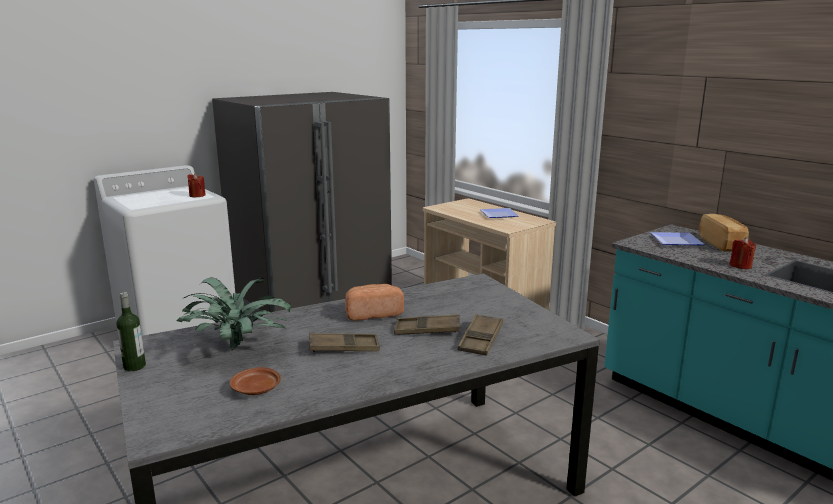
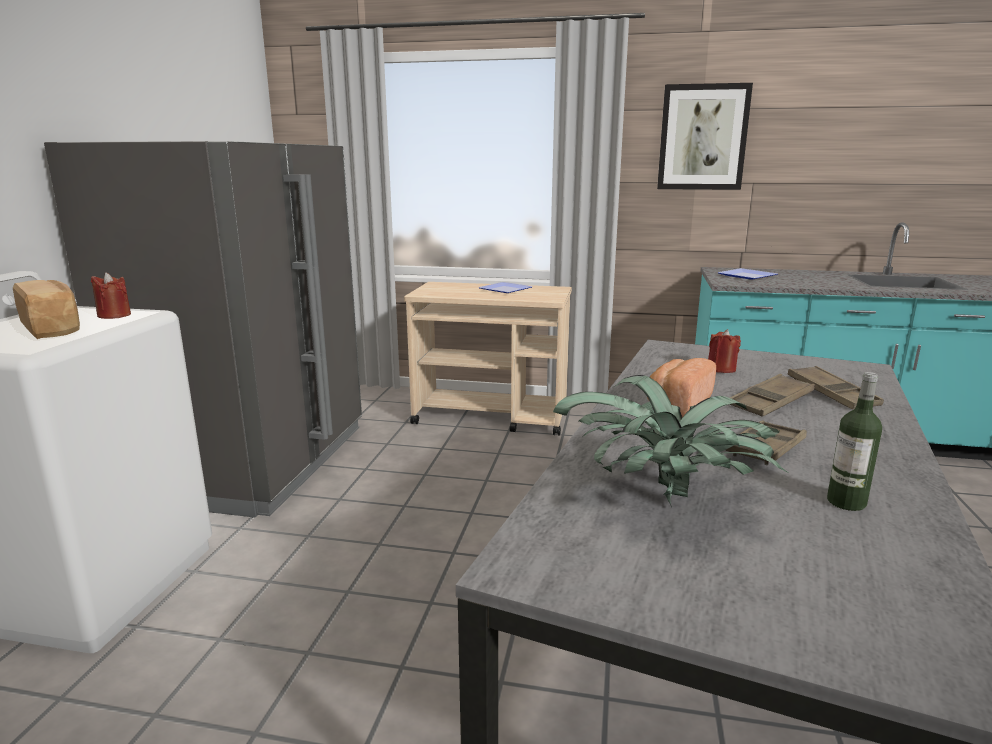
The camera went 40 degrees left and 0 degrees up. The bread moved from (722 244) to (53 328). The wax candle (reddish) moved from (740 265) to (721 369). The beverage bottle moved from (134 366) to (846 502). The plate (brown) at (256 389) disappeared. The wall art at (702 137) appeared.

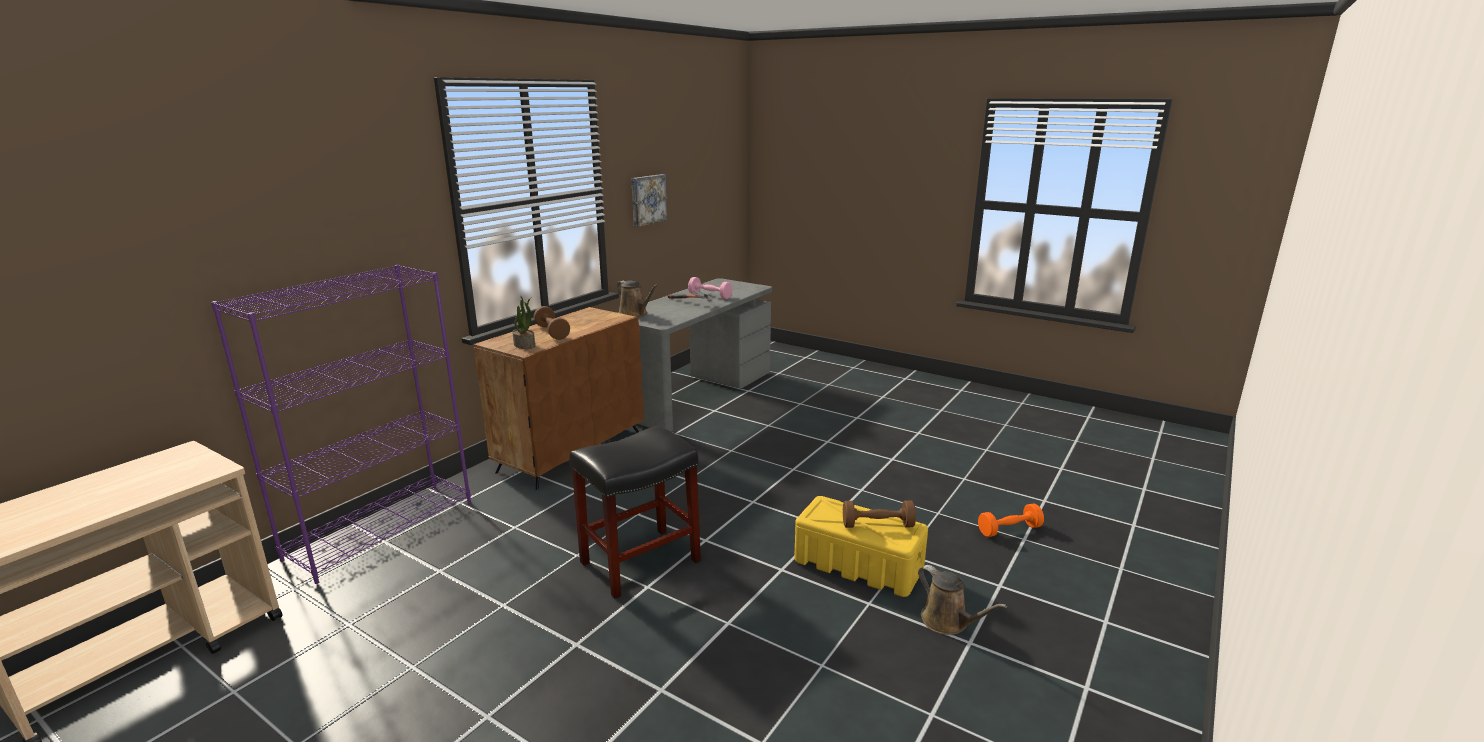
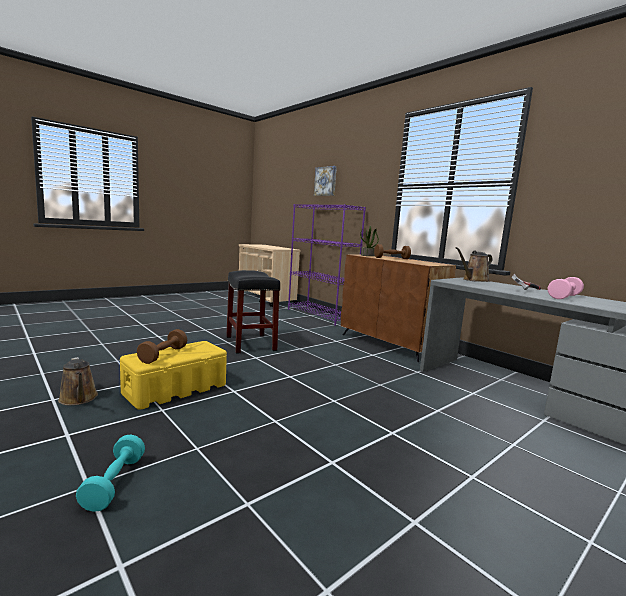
The camera went 105 degrees right and 10 degrees down. The wall art moved from (647 199) to (326 181). The dumbbell (orange-coloured) at (1009 530) became the dumbbell (turquoise) at (114 483). The sprinkling can (brown) at (948 622) turned 105 degrees counterclockwise.

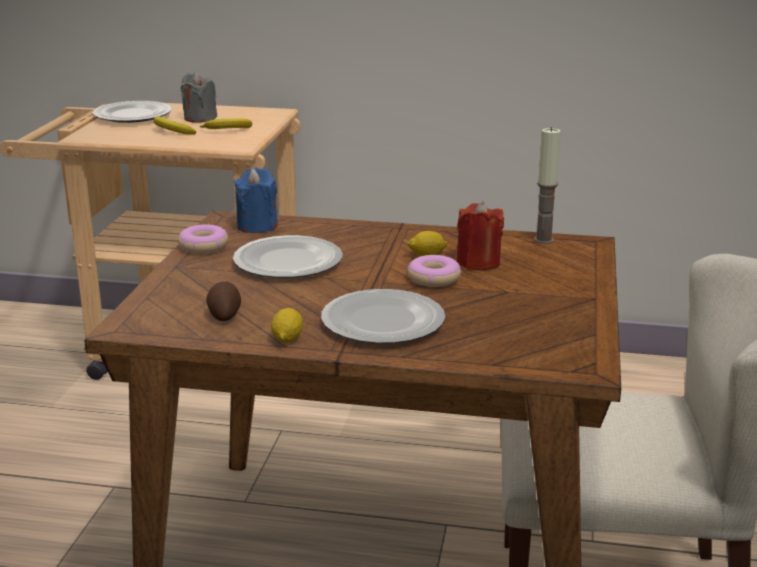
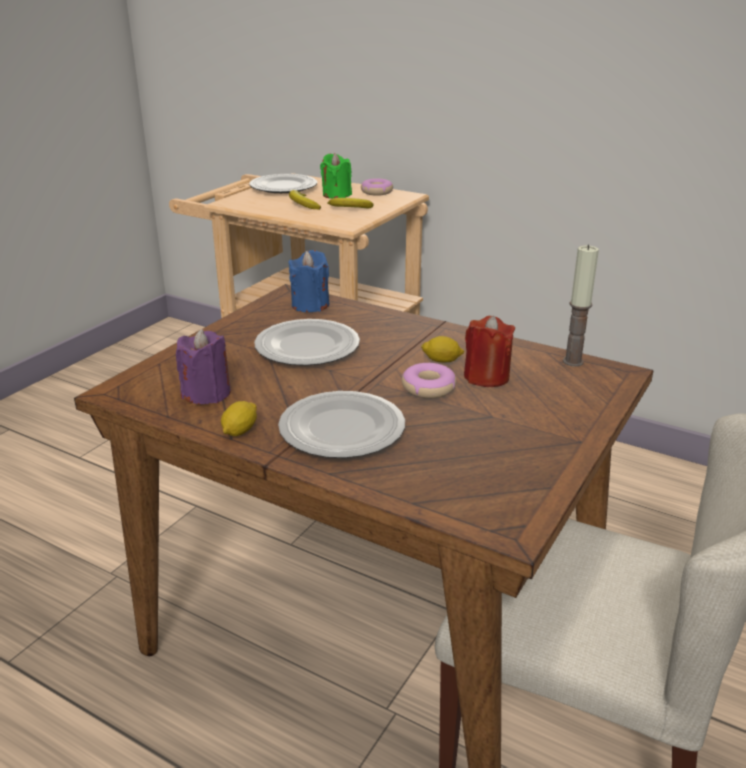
The camera went 20 degrees right and 5 degrees up. The wax candle (grey) at (200 118) became the wax candle (greenish) at (336 195). The doughnut moved from (203 246) to (376 192). The spud at (224 314) was replaced by the wax candle (purplish) at (206 393).

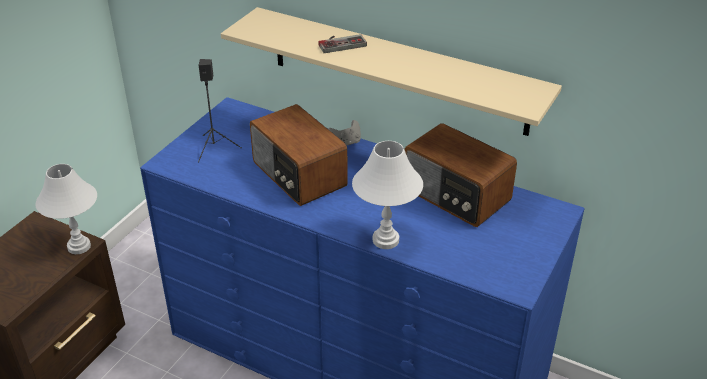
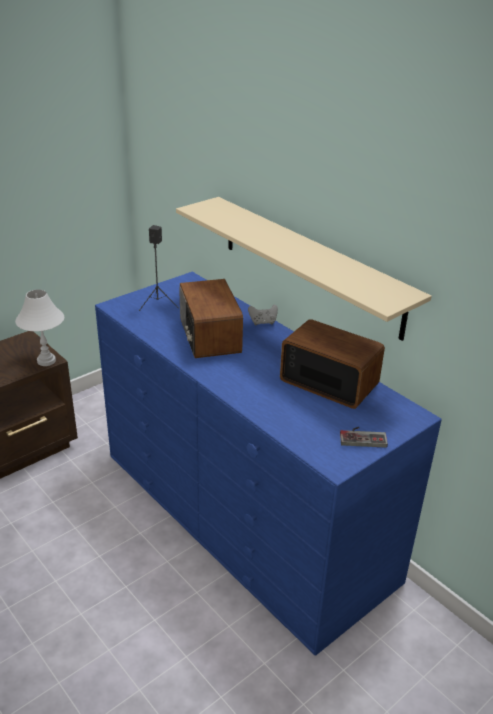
The camera went 20 degrees right and 5 degrees down. The gamepad moved from (341 43) to (362 437). The radio at (455 195) turned 150 degrees clockwise. The lamp for a table (whitish) at (385 240) disappeared.

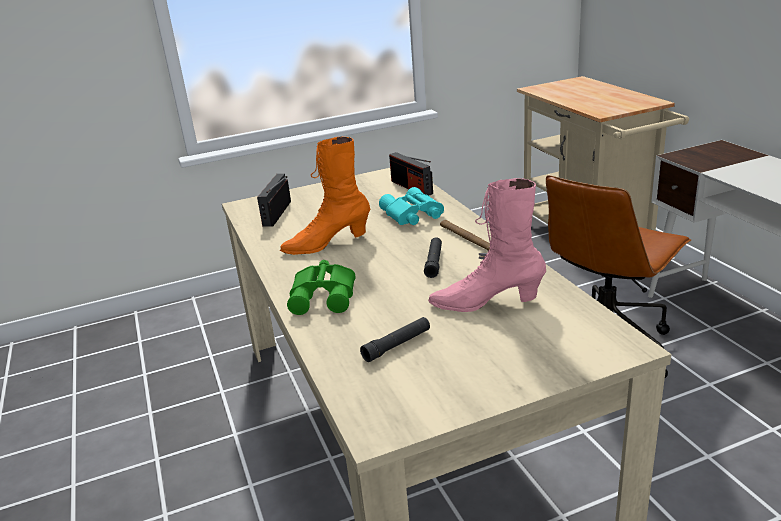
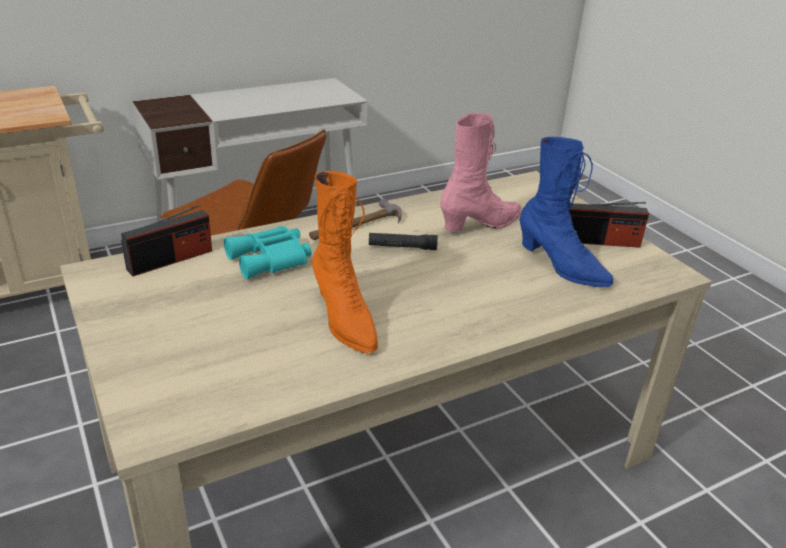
The camera went 100 degrees left and 5 degrees up. The radio moved from (277 213) to (600 241). The boot (pink) at (486 303) turned 120 degrees counterclockwise. The field glasses (greenish) at (325 295) disappeared. The flashlight (blackish) at (397 345) was replaced by the boot (blue-coloured) at (561 266).

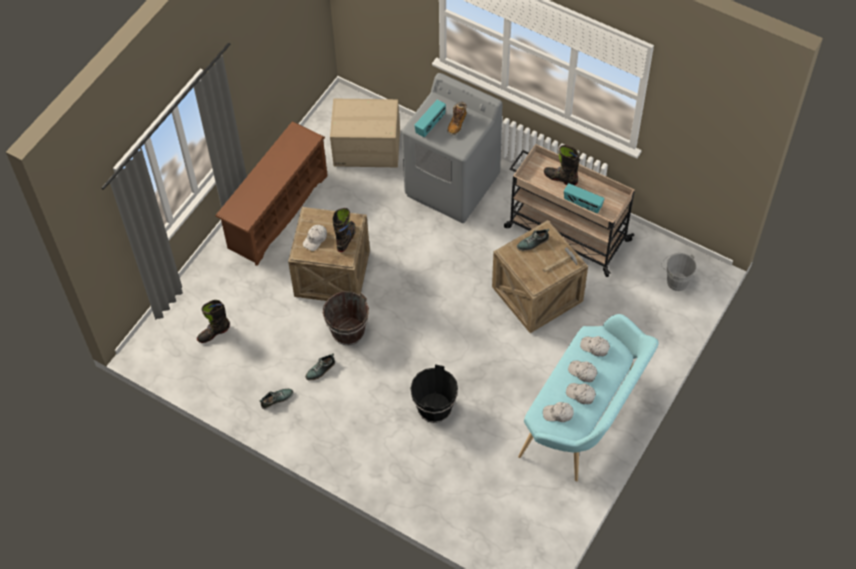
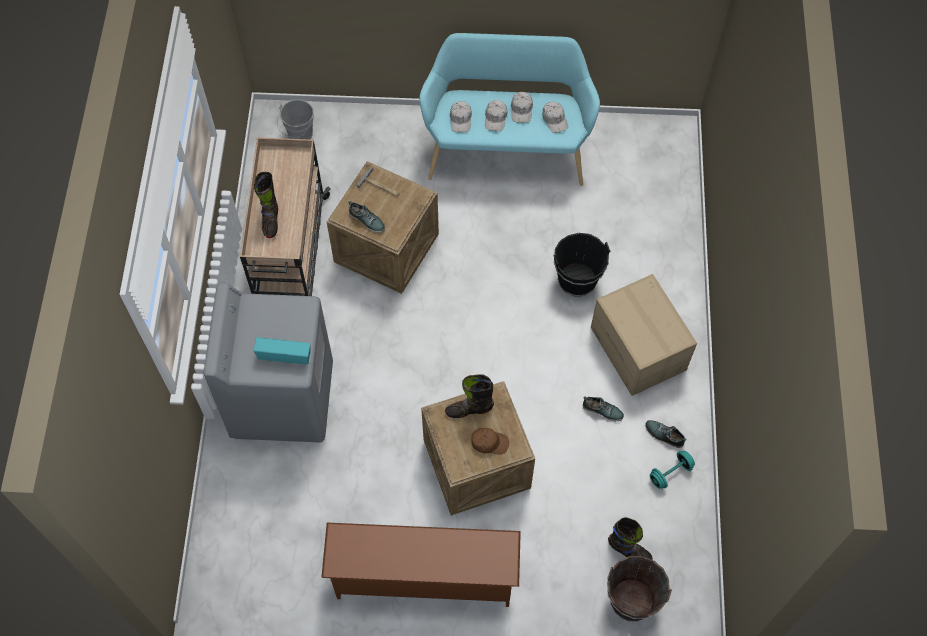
The camera went 120 degrees left and 5 degrees up. The packing box moved from (366 148) to (639 348). The boot at (457 124) disappeared. The radio at (582 204) disappeared. The baseball cap (whitish) at (315 239) became the baseball cap (brown) at (489 442). The pail (brown) moved from (348 331) to (631 600). The dumbbell (turquoise) at (670 473) appeared.

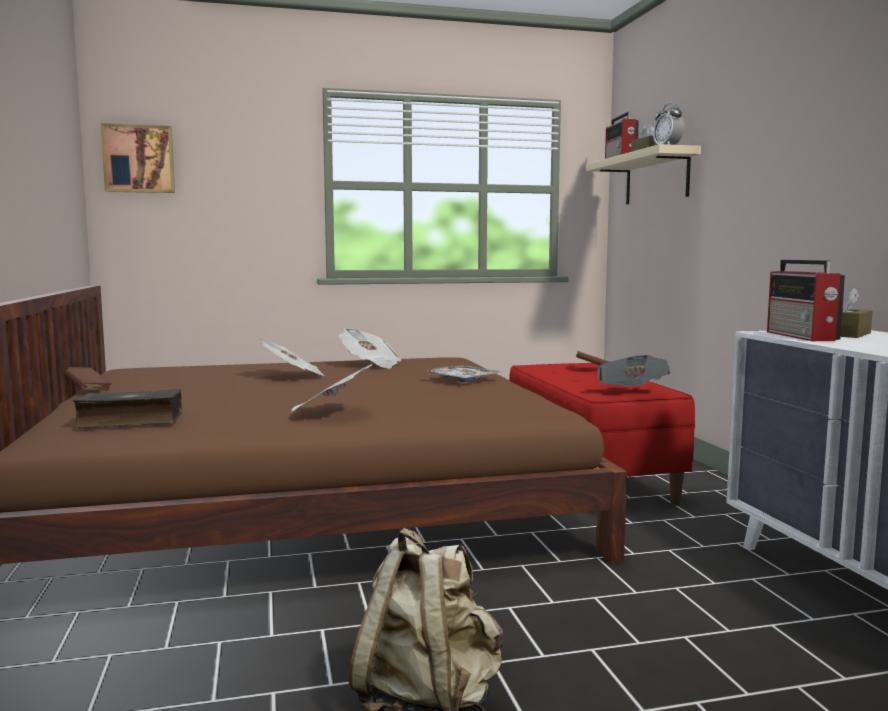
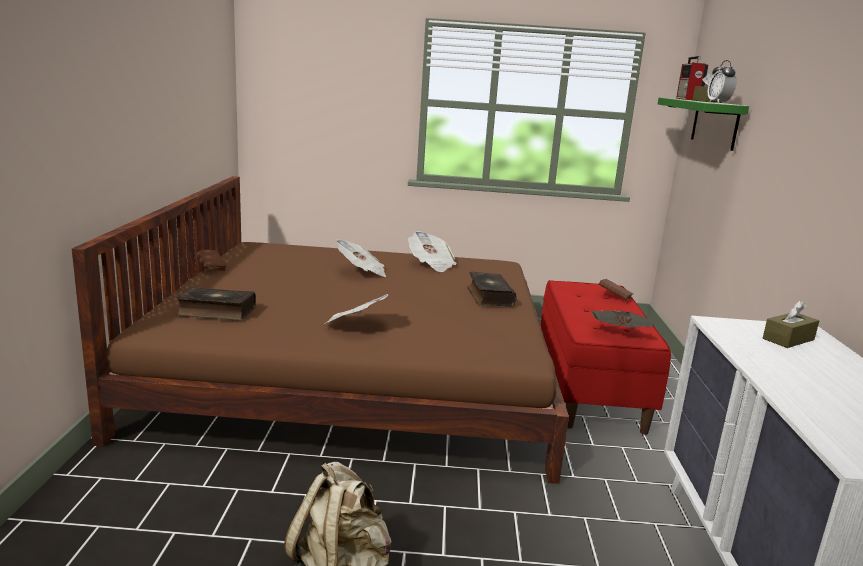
The camera went 15 degrees right and 10 degrees up. The wall art at (139 159) disappeared. The wall shelf (beige-coloured) at (656 178) became the wall shelf (greenish) at (715 123). The radio at (802 336) disappeared. The tray at (463 380) was replaced by the volume at (489 297).

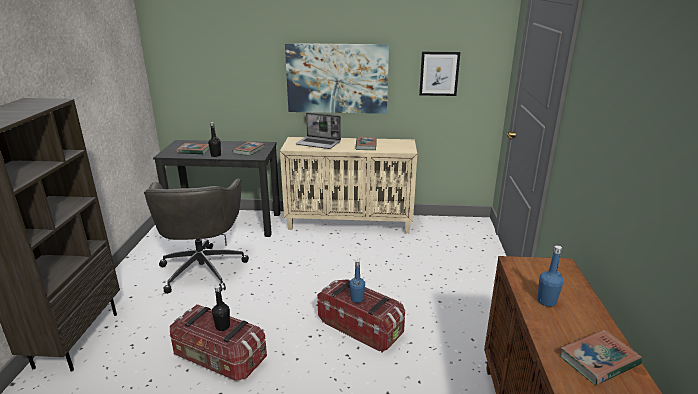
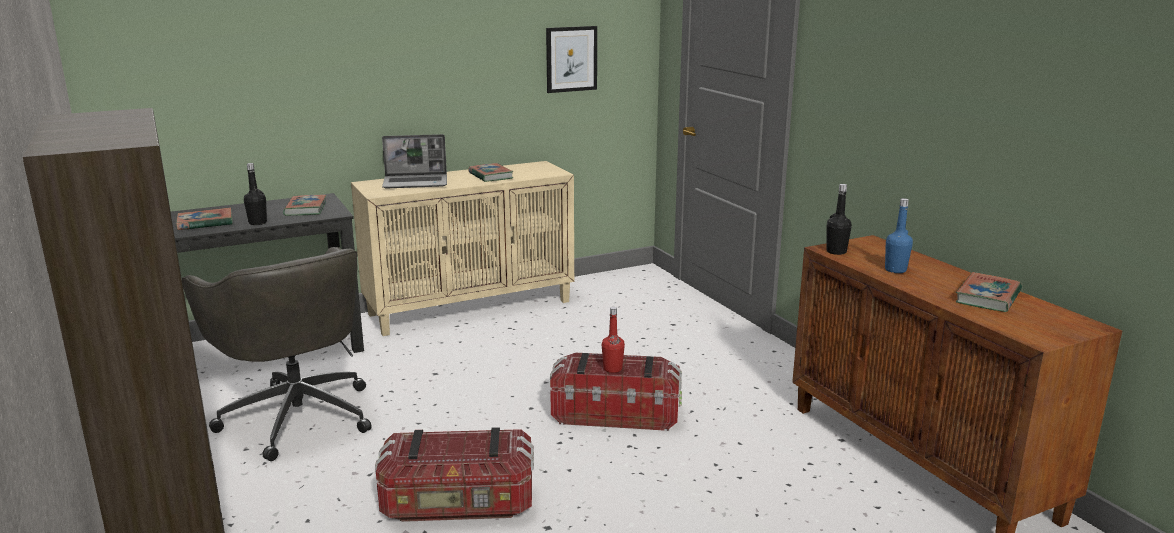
The camera went 30 degrees left and 5 degrees down. The wall art at (337 78) disappeared. The beverage bottle (blue-coloured) at (357 299) became the beverage bottle (reddish) at (612 369). The beverage bottle (blackish) moved from (223 327) to (836 251).

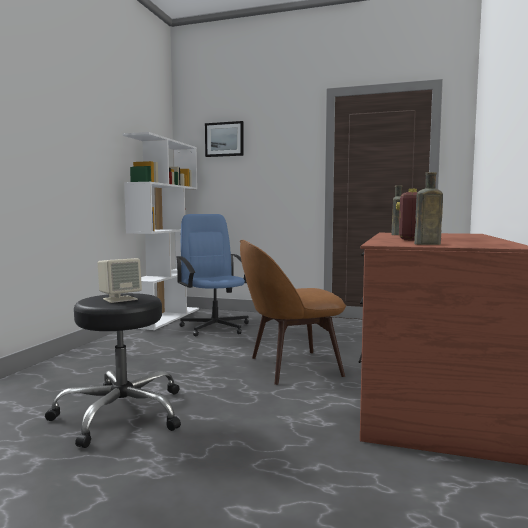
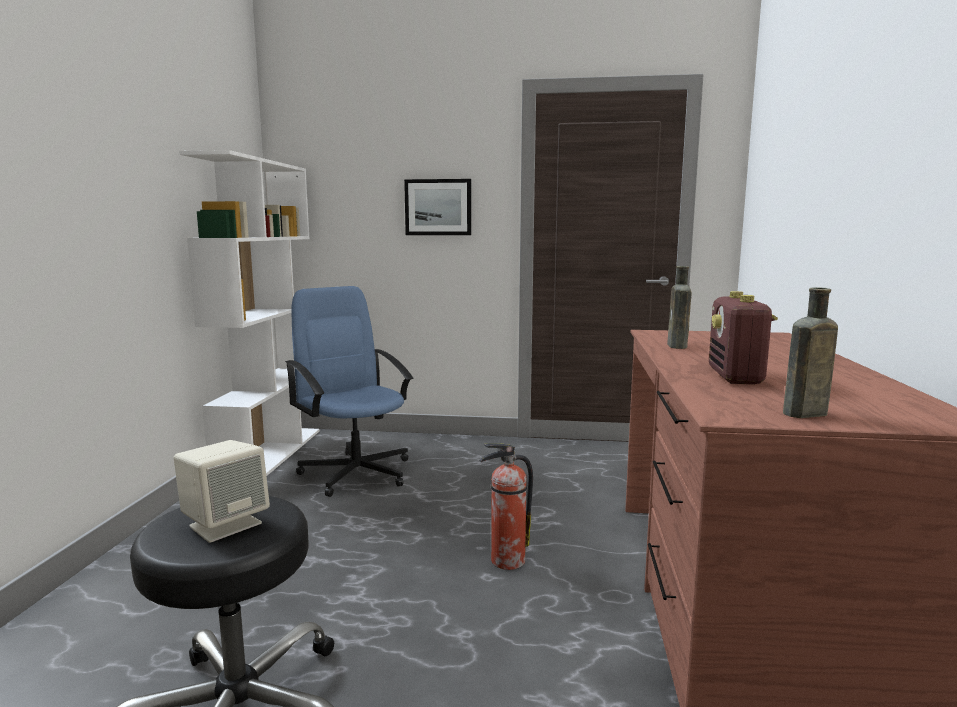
The camera went 10 degrees left and 5 degrees up. The wall art moved from (224 139) to (438 207). The chair (brown) at (291 367) was replaced by the extinguisher at (506 561).

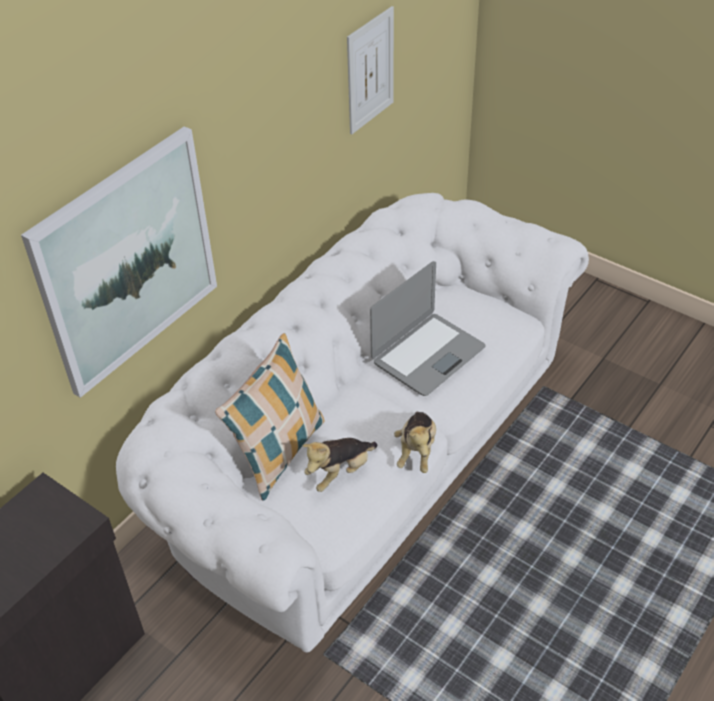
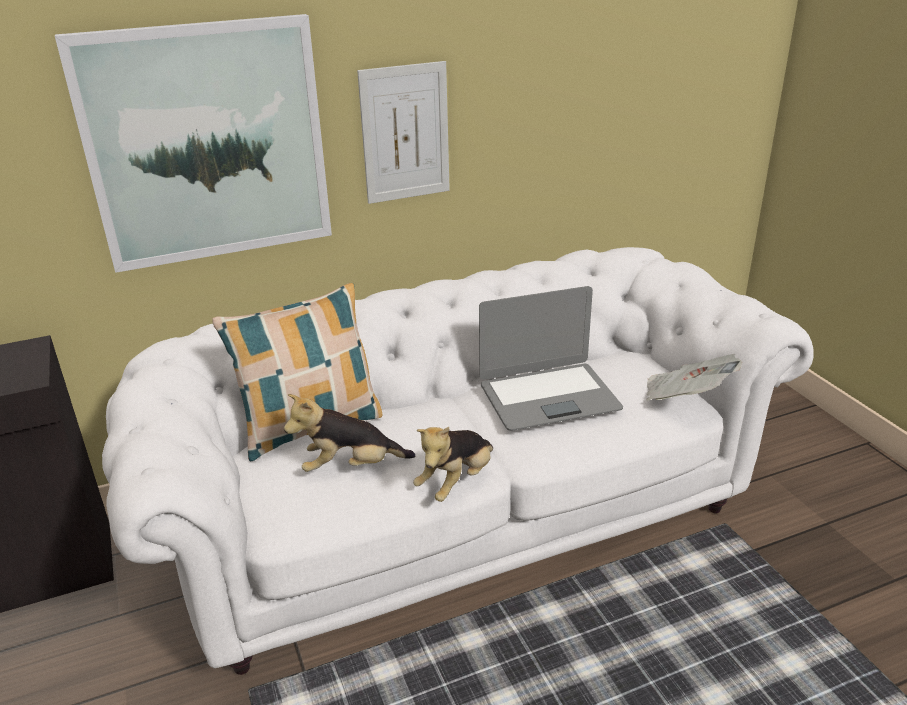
The camera went 30 degrees right and 15 degrees down. The wall art moved from (370 71) to (405 133). The newspaper at (686 397) appeared.

